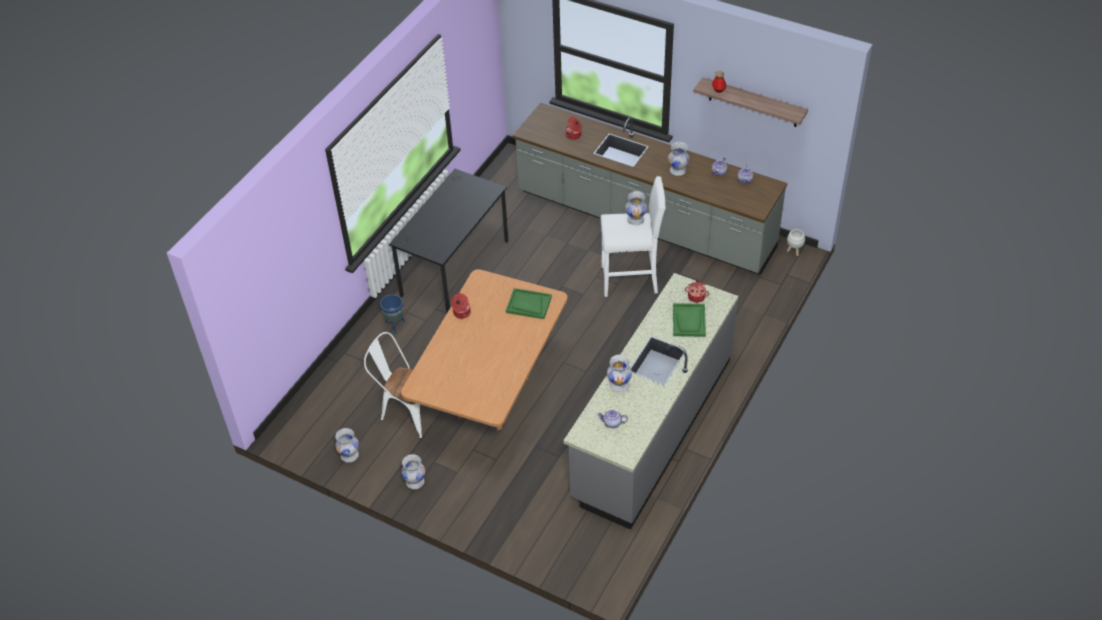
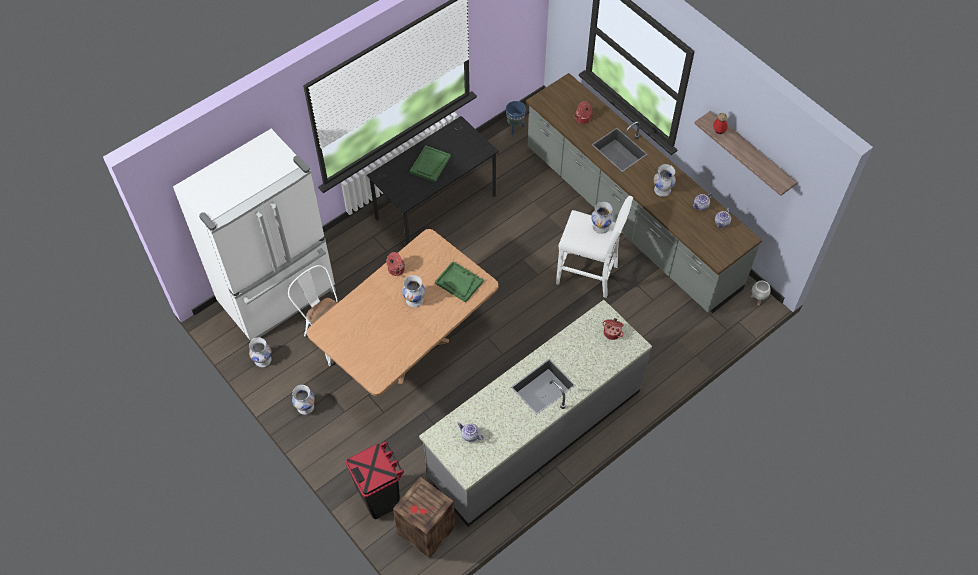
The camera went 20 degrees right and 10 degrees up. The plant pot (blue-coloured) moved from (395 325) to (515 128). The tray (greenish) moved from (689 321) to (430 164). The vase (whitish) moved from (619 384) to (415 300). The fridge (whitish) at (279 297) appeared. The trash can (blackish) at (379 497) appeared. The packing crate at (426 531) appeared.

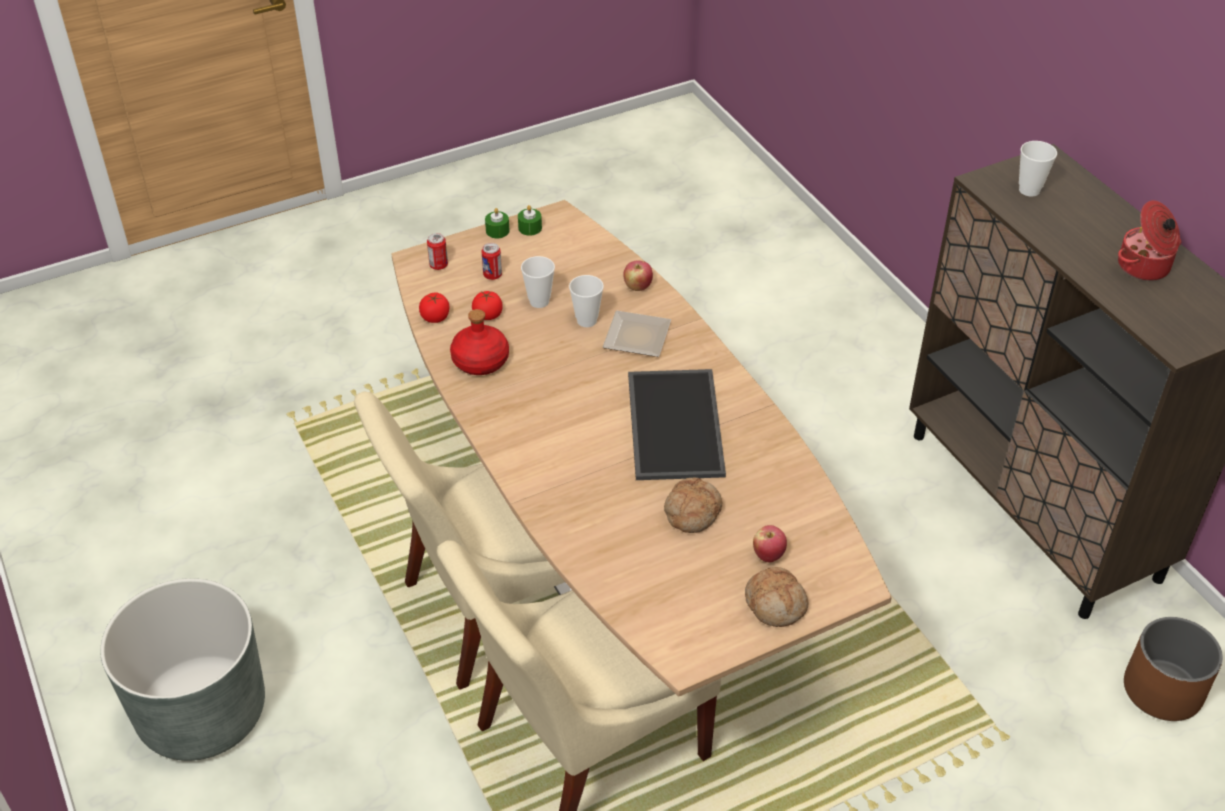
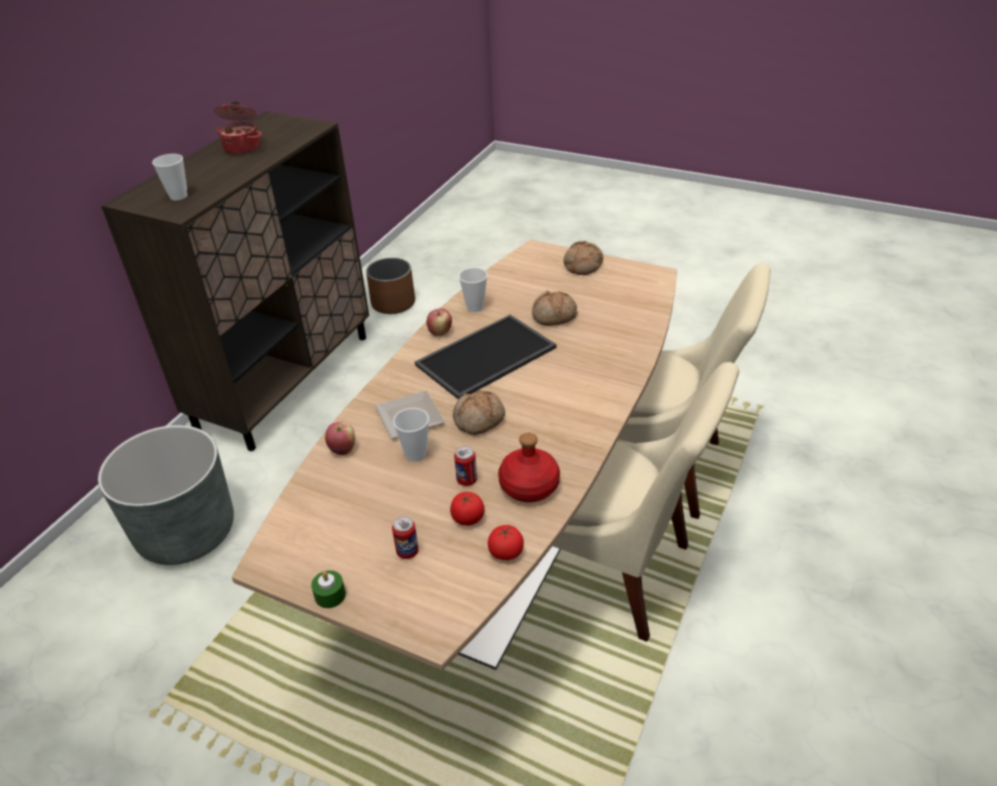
The camera went 125 degrees left and 5 degrees down. The wax candle (greenish) at (530 228) disappeared. The can moved from (438 265) to (467 480). The drinking cup moved from (539 301) to (475 307). The apple fruit moved from (768 555) to (440 333). The plant pot (grey) moved from (202 712) to (186 532). The bread at (479 420) appeared.

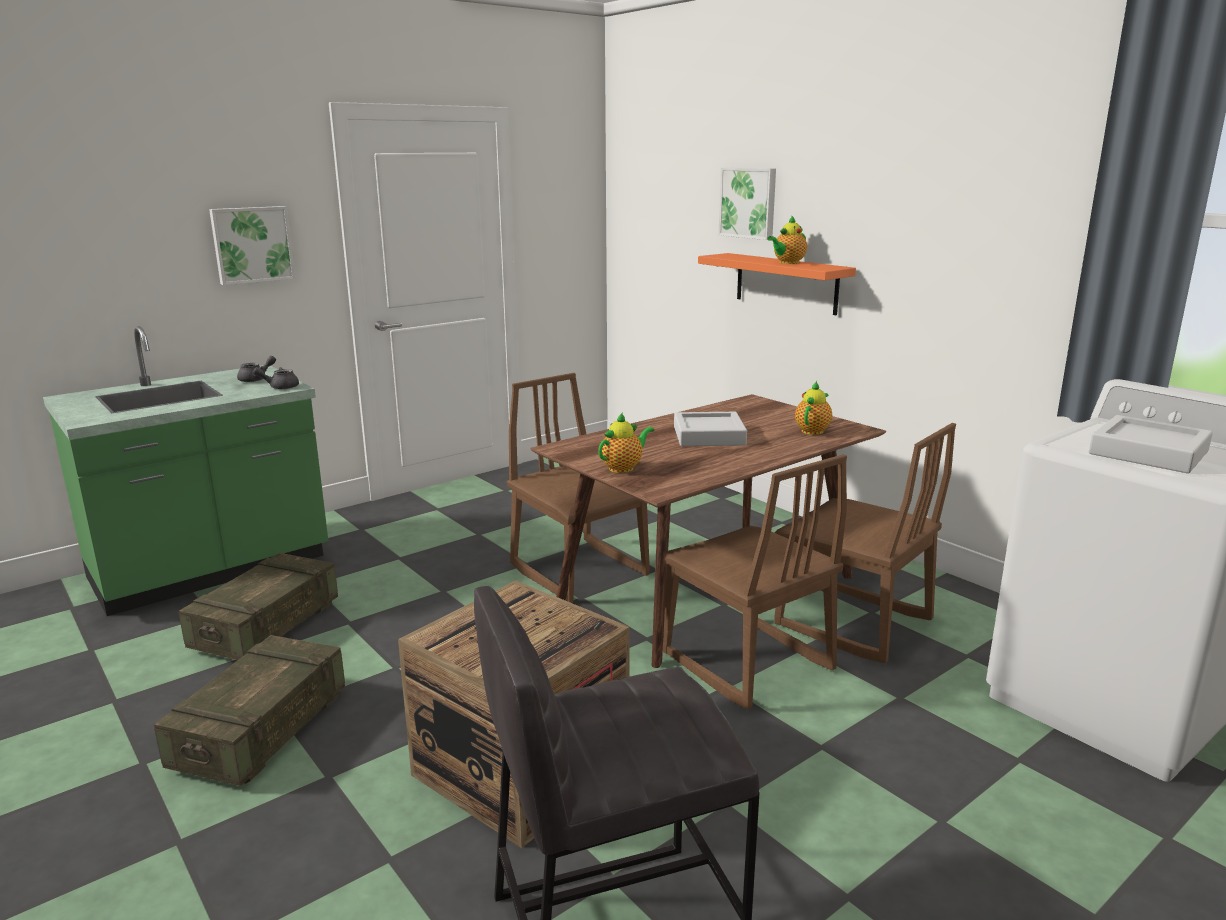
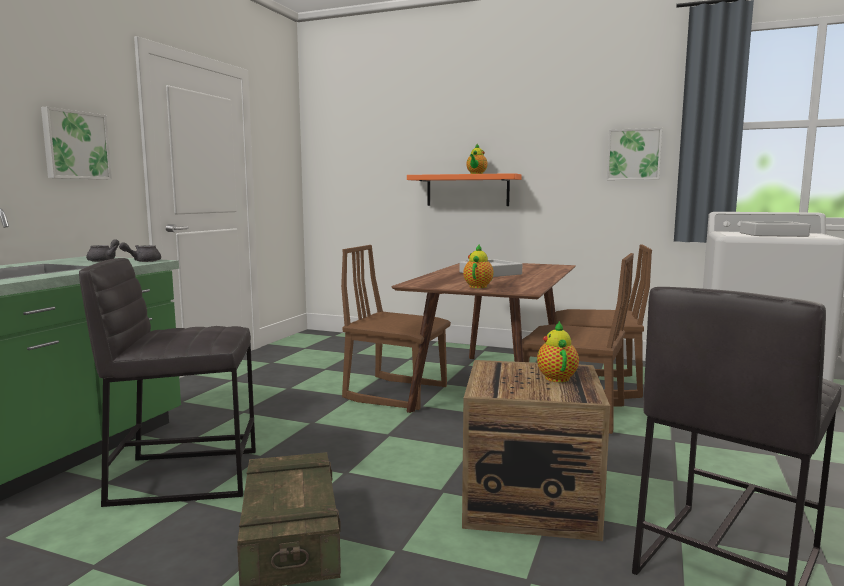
The camera went 30 degrees left and 10 degrees down. The wall art moved from (749 203) to (634 154). The teapot moved from (813 430) to (556 377). The packing crate at (267 626) was replaced by the stool seat (grey) at (185 476).

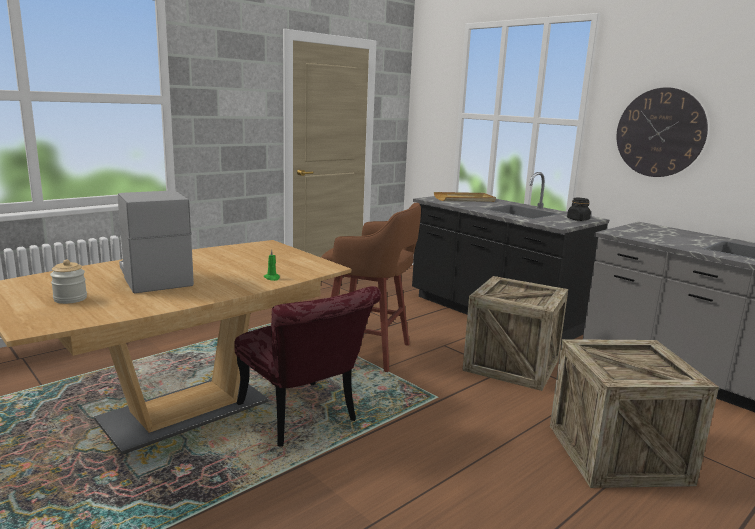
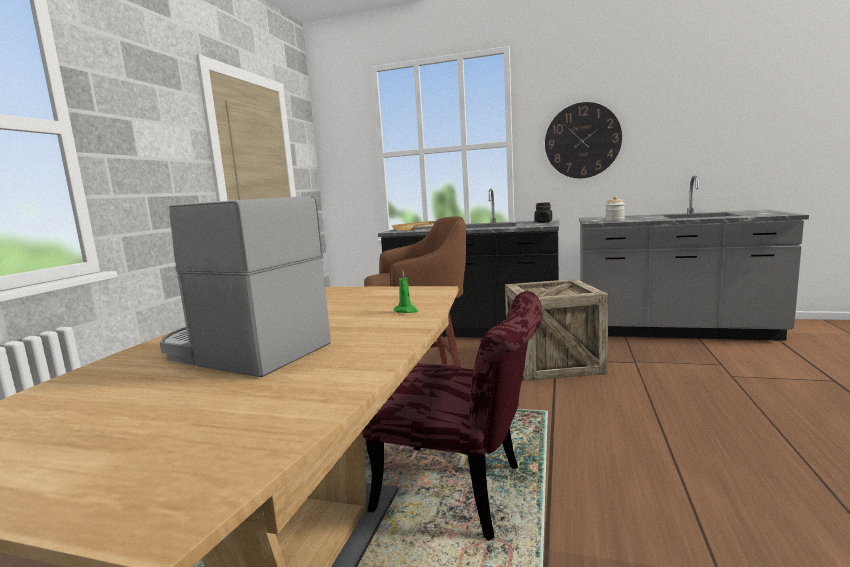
The camera went 30 degrees left and 5 degrees down. The jar moved from (70 299) to (614 221). The packing crate at (617 454) disappeared.

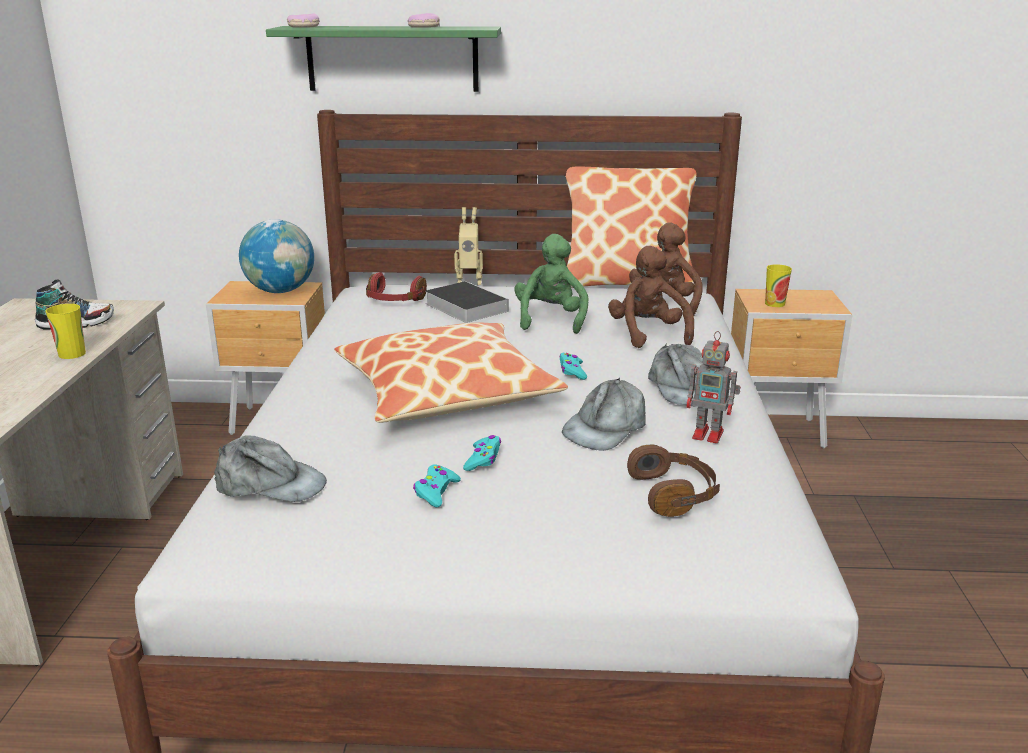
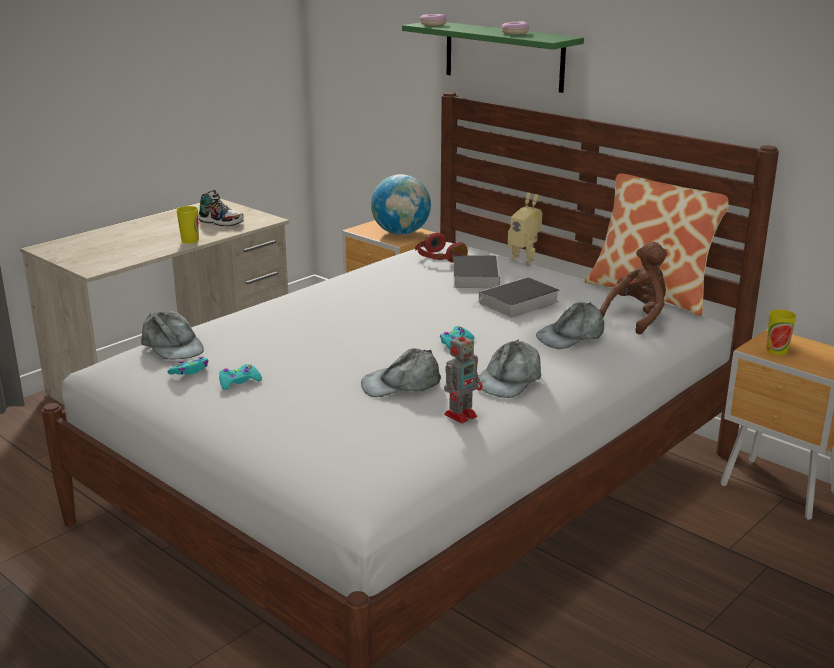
The camera went 40 degrees right and 0 degrees up. The plush toy (greenish) at (551 319) was replaced by the volume at (517 303). The plush toy (brown) at (648 334) was replaced by the baseball cap (grey) at (571 336). The throw pillow at (447 393) disappeared. The model robot at (709 434) turned 105 degrees counterclockwise. The gamepad (turquoise) moved from (483 459) to (190 371). The headphones (brown) at (674 494) disappeared.

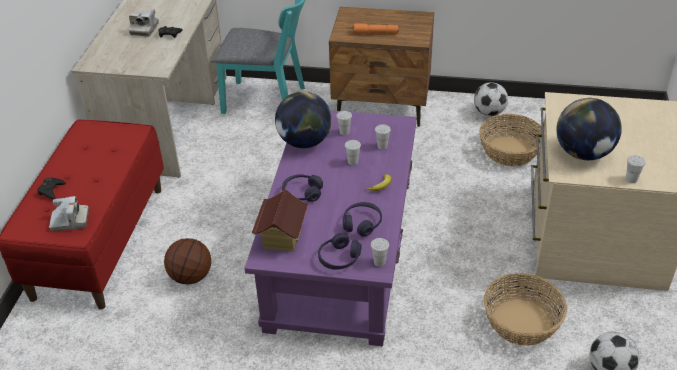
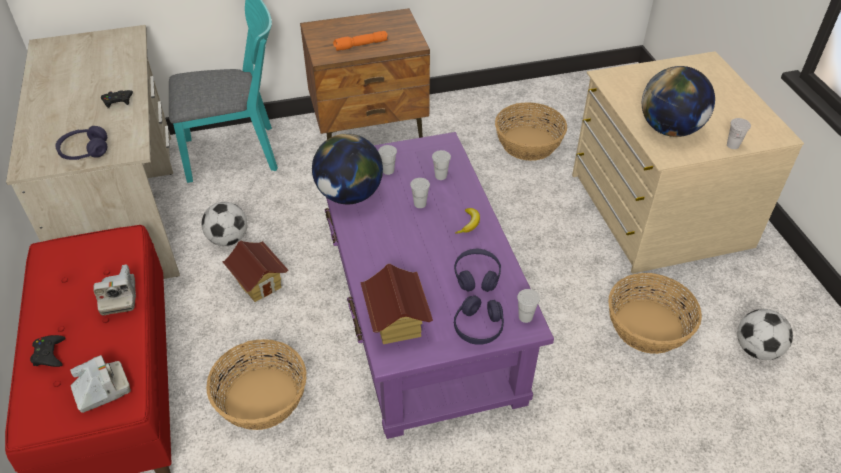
The camera went 25 degrees left and 5 degrees up. The photo camera moved from (144 29) to (119 297). The ball for football moved from (489 113) to (228 239). The headphones (purplish) moved from (302 193) to (84 151). The ball for basketball at (190 277) was replaced by the basket at (262 399). The model house at (259 283) appeared.

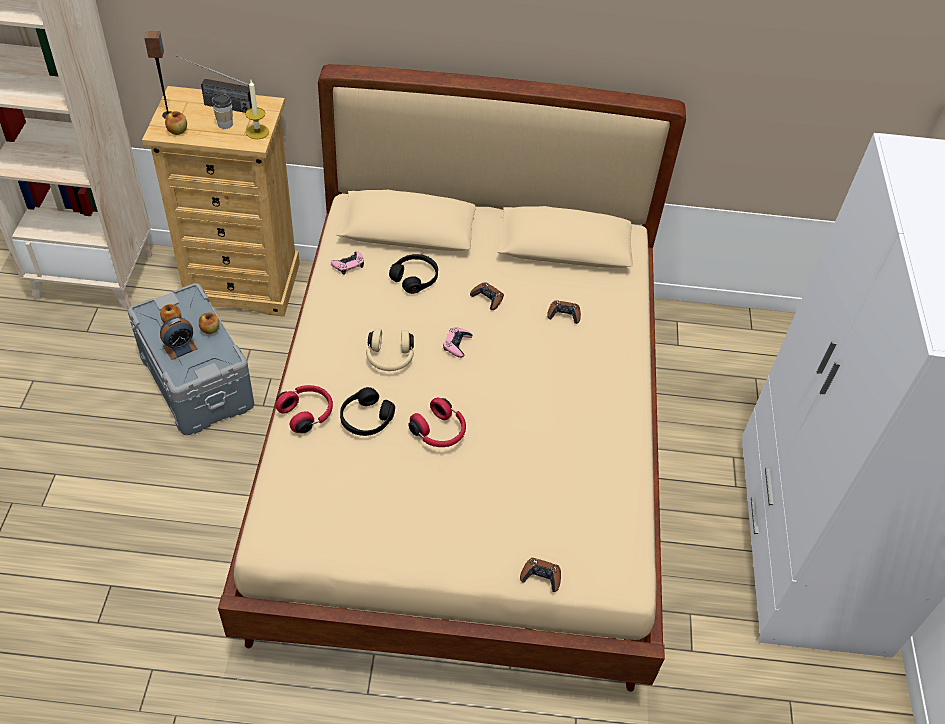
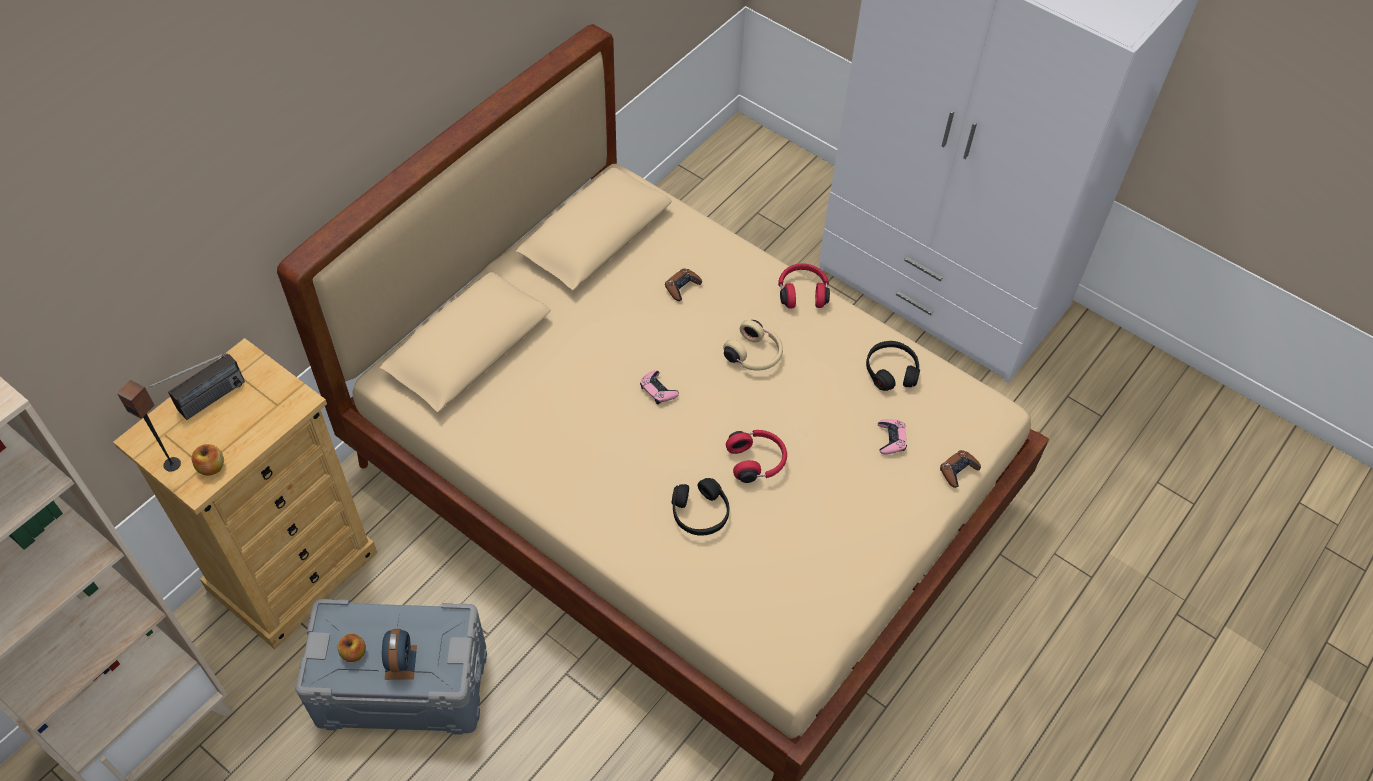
The camera went 55 degrees left and 5 degrees up. The wax candle at (257 132) disappeared. The drinking cup at (225 124) disappeared. The gamepad (pink) moved from (348 265) to (891 439). The headphones (blackish) moved from (415 278) to (891 370). The gamepad (brown) at (487 298) disappeared. The apple fruit at (210 329) disappeared. The headphones (beige-coloured) moved from (390 358) to (754 355). The headphones (reddish) moved from (307 413) to (802 292).

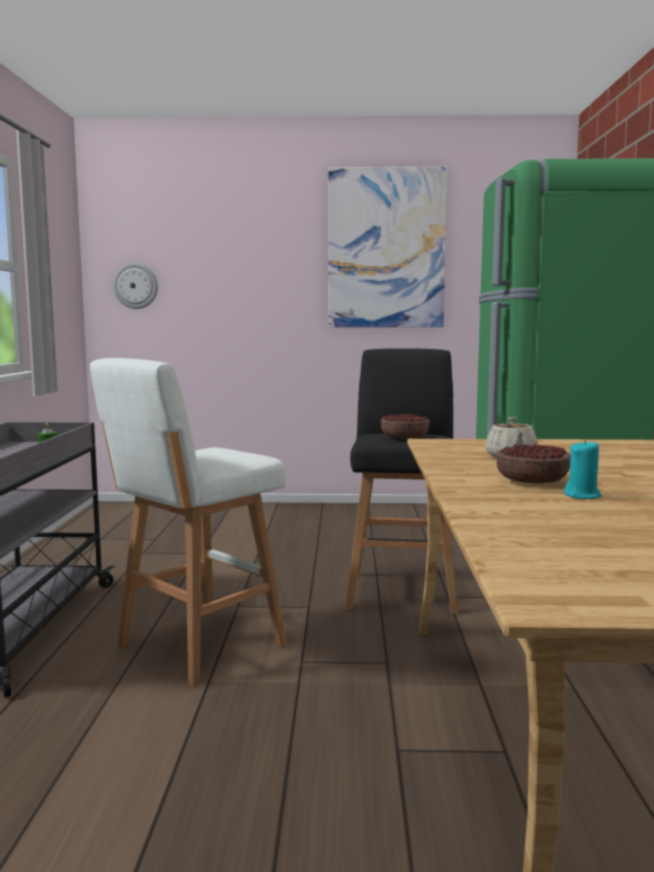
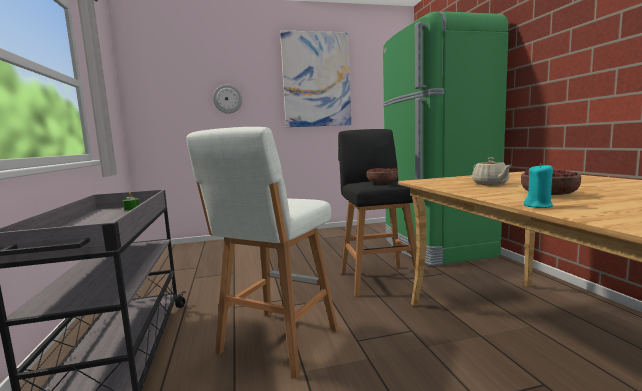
The camera went 15 degrees left and 0 degrees up. The hanging clock moved from (136 286) to (227 99). The wax candle (turquoise) moved from (582 496) to (538 206).

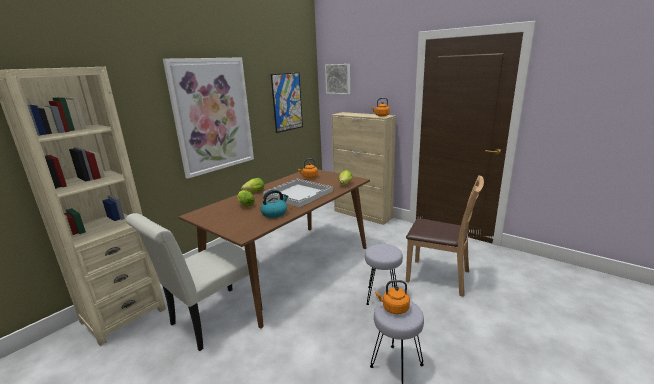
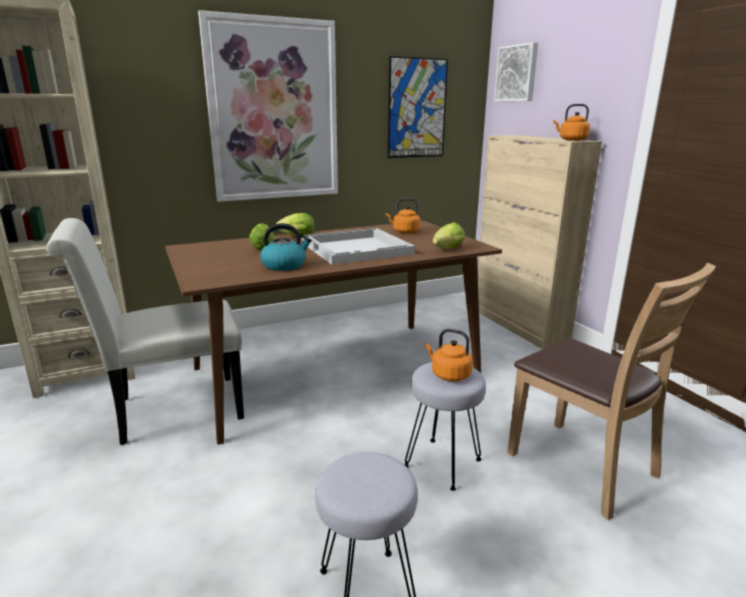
The camera went 25 degrees right and 0 degrees up. The water kettle (orange-coloured) moved from (394 308) to (448 374).

